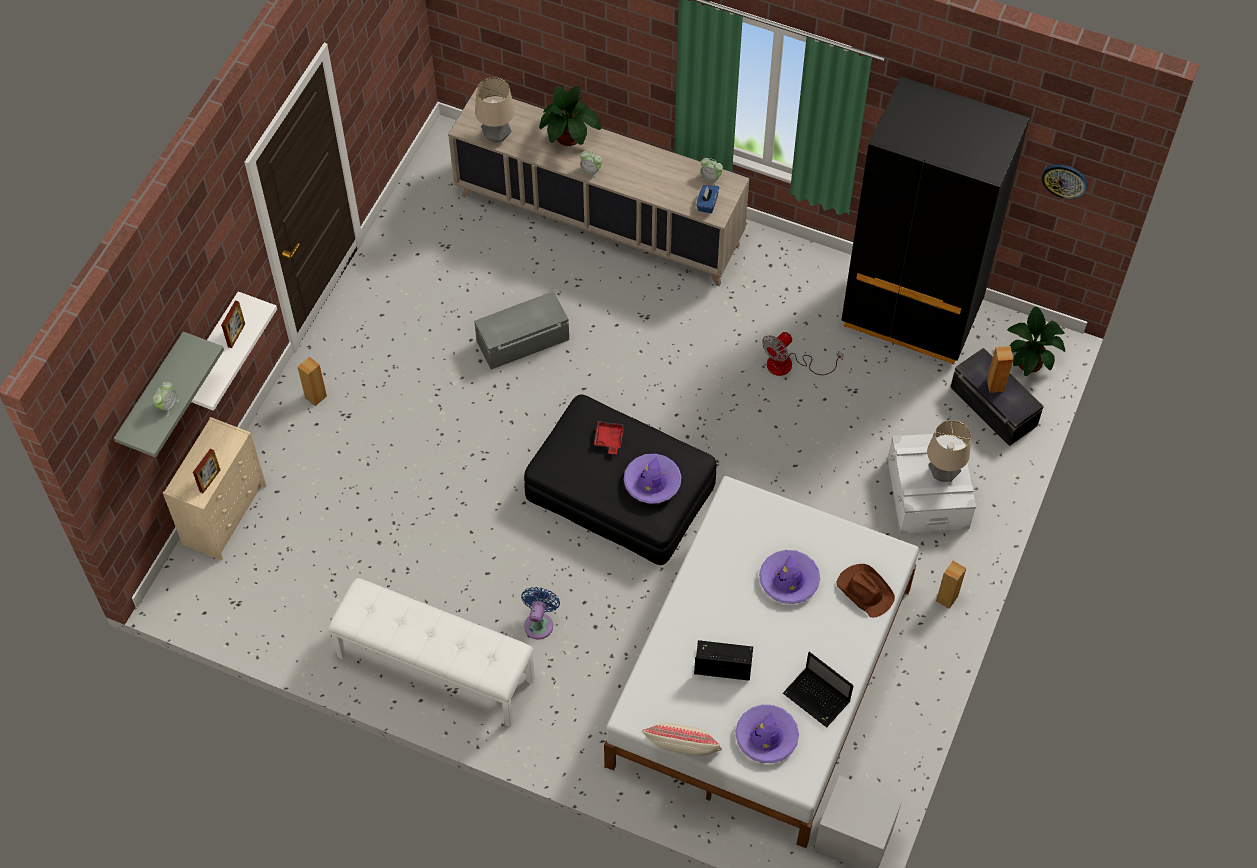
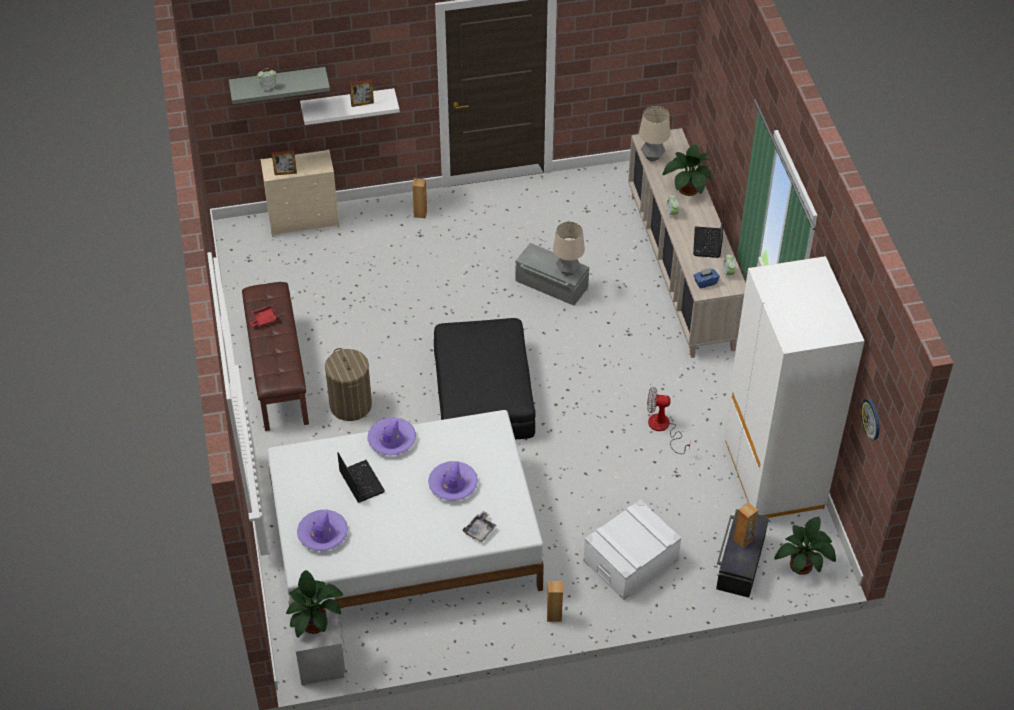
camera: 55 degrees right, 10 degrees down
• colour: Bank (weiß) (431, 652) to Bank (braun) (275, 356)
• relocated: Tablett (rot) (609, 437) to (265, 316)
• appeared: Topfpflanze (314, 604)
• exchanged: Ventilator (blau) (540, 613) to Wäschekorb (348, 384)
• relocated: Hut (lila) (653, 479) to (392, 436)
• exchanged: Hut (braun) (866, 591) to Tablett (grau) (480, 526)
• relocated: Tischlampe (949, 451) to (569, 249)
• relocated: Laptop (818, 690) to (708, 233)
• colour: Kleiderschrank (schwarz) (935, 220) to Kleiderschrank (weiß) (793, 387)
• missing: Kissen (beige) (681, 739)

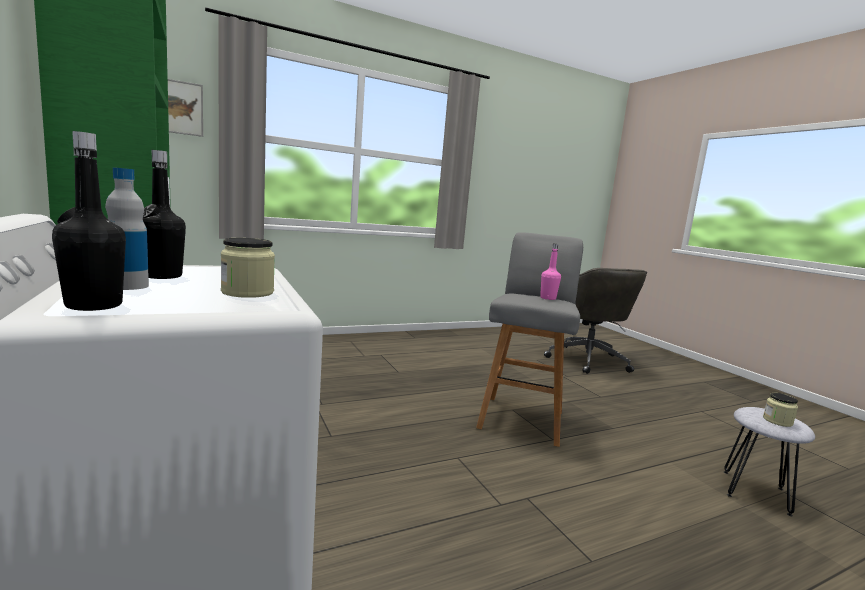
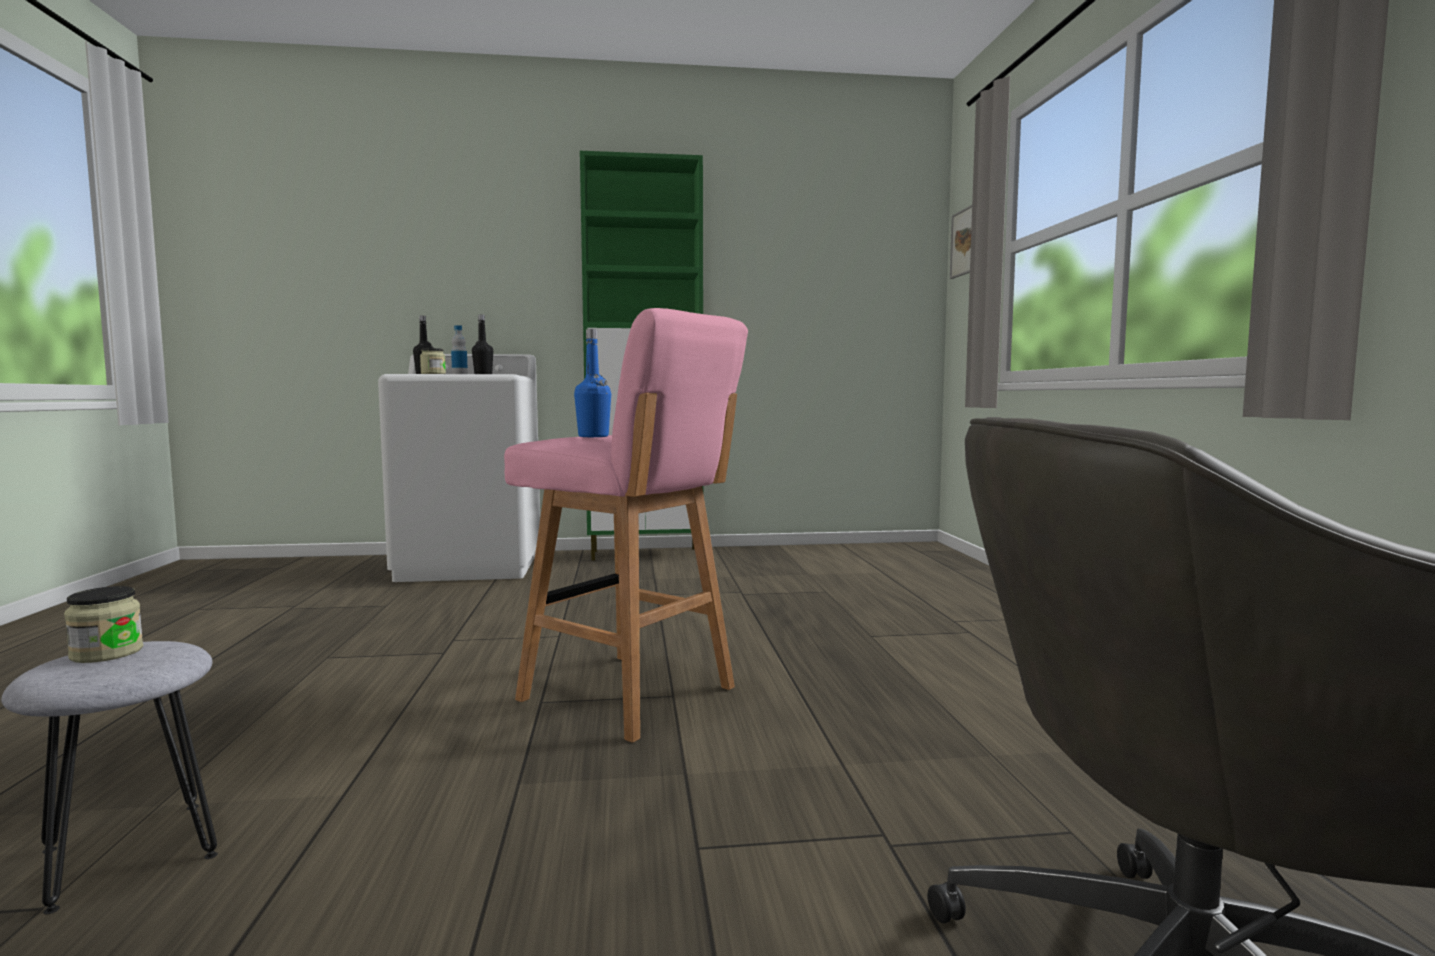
camera: 110 degrees right, 5 degrees down
• colour: Hocker (grau) (529, 340) to Hocker (rosa) (626, 525)
• colour: Flasche (rosa) (550, 272) to Flasche (blau) (592, 383)

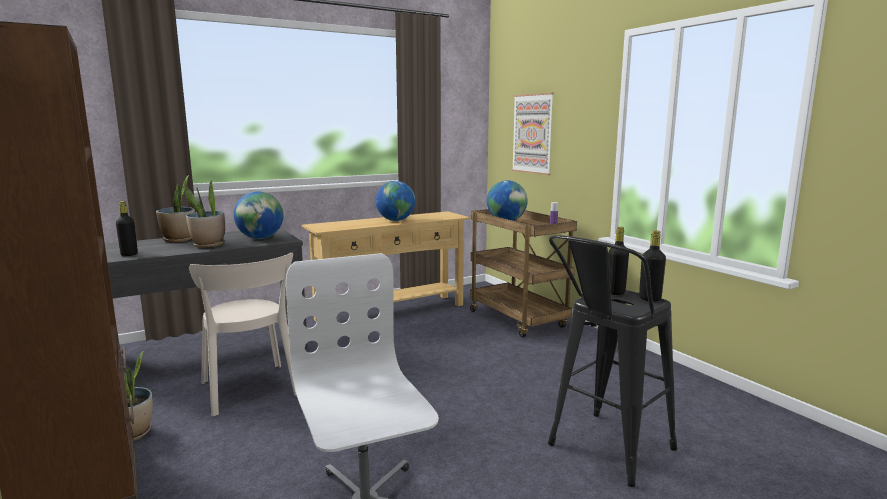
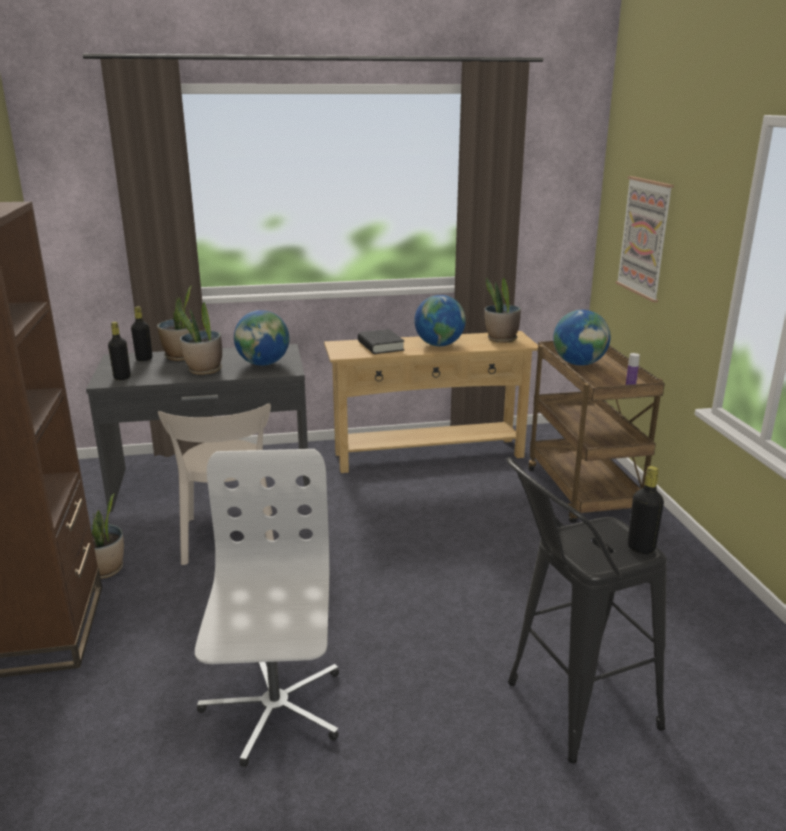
camera: 20 degrees right, 10 degrees up
• relocated: Flasche (schwarz) (618, 261) to (141, 333)
• appeared: Buch (schwarz) (381, 341)
• appeared: Topfpflanze (503, 310)

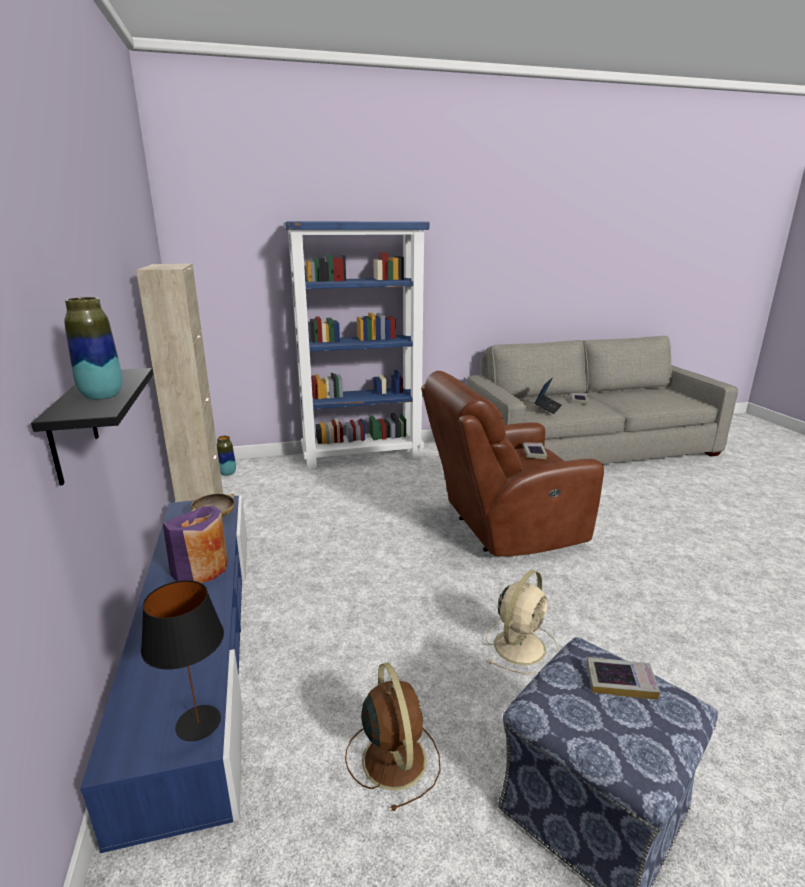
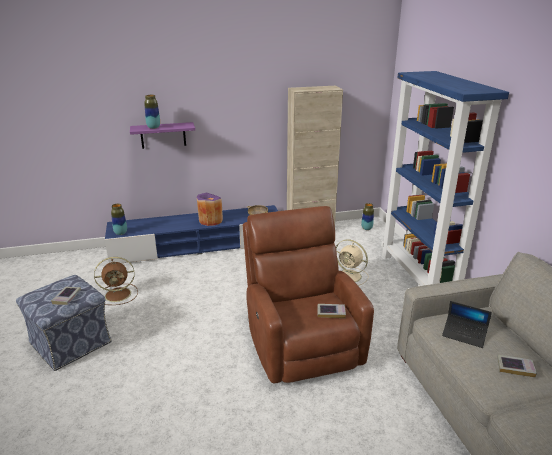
camera: 90 degrees right, 5 degrees up
• exchanged: Tischlampe (schwarz) (182, 660) to Vase (119, 219)
• colour: Wandregal (schwarz) (92, 426) to Wandregal (lila) (162, 135)
• relocated: Ventilator (beige) (522, 622) to (352, 262)

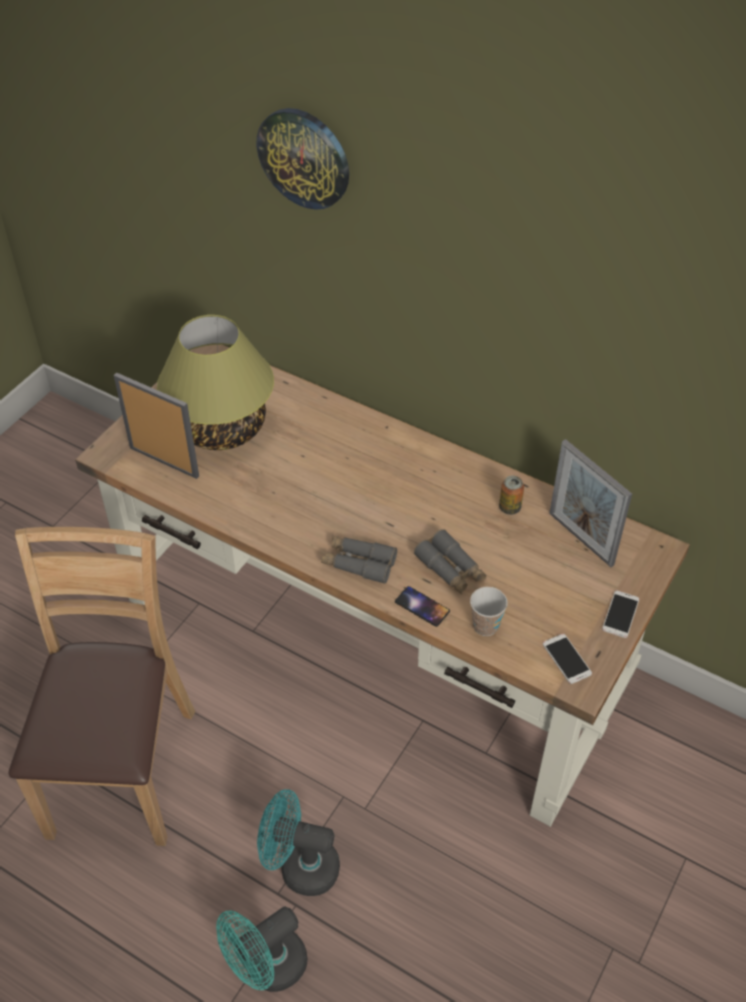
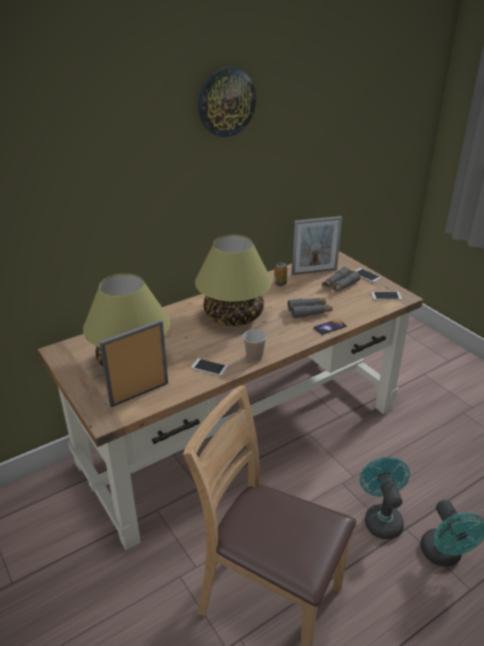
camera: 65 degrees left, 15 degrees down
• appeared: Handy (209, 367)
• appeared: Tischlampe (233, 280)
• relocated: Wanduhr (303, 159) to (227, 102)
• relocated: Tasse (488, 611) to (255, 345)
• relocated: Fernglas (grau) (359, 560) to (341, 279)
• spun: Ventilator (türkis) (298, 842) = (385, 498) 135 degrees clockwise

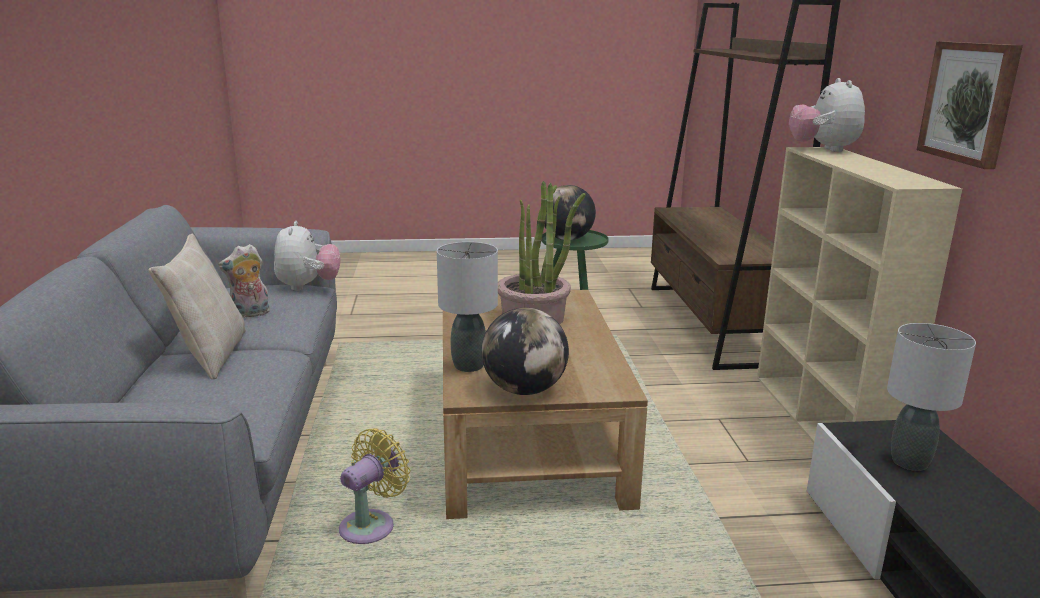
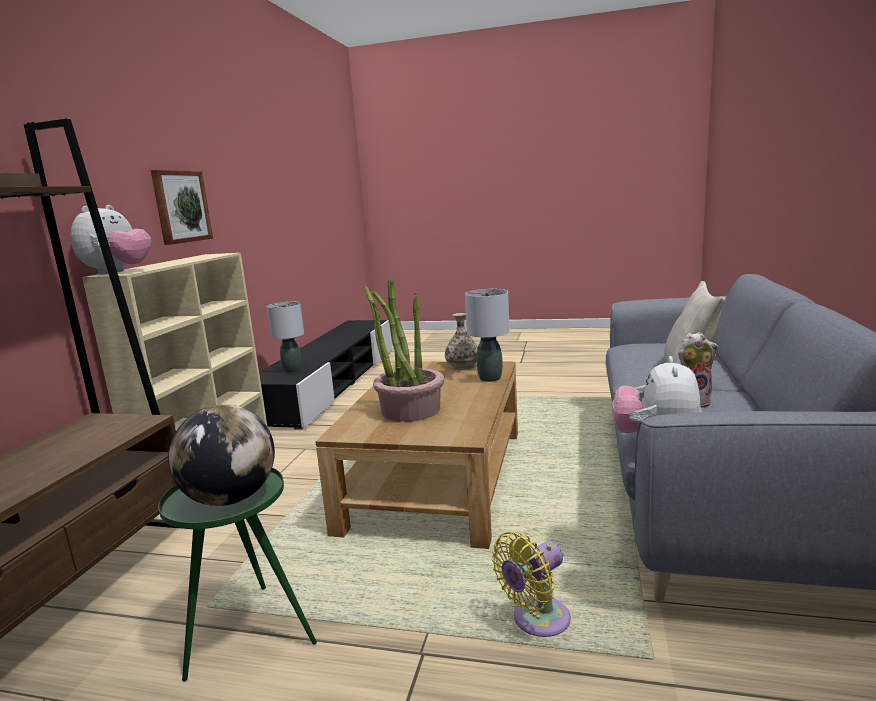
camera: 160 degrees left, 5 degrees down
• exchanged: Globus (525, 351) to Vase (461, 341)
• relocated: Ventilator (gelb) (374, 486) to (531, 584)

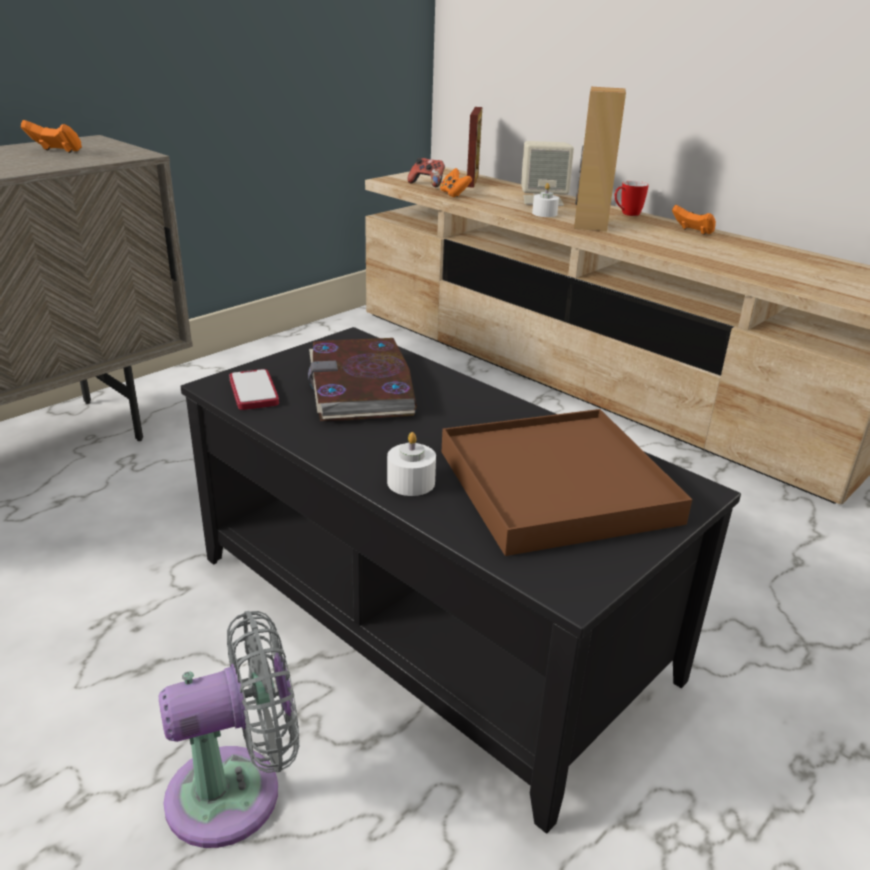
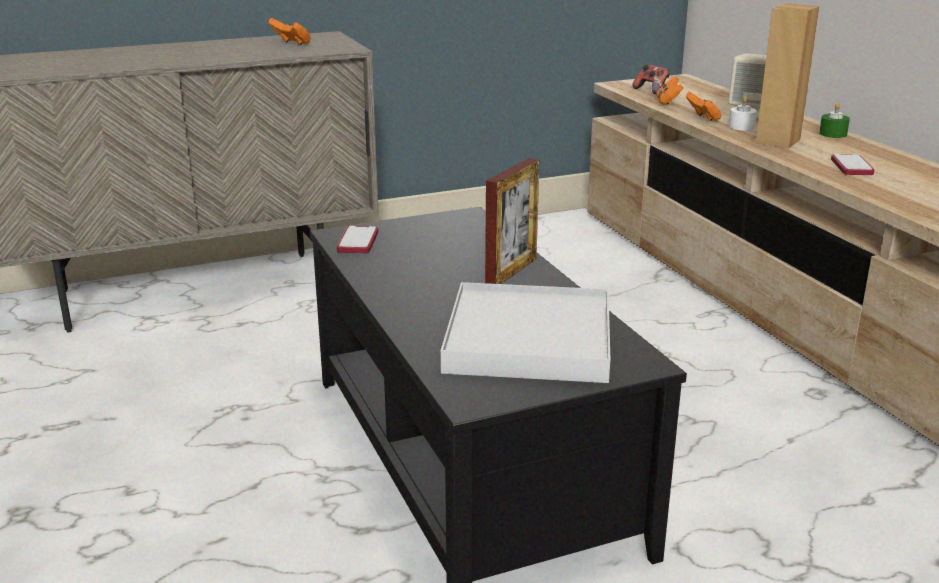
camera: 25 degrees right, 5 degrees down
• colour: Tablett (braun) (567, 482) to Tablett (weiß) (525, 332)
• relocated: Bilderrahmen (474, 147) to (512, 221)
• relocated: Gamepad (orange) (694, 220) to (704, 106)
• exchanged: Henkelbecher (632, 198) to Kerze (grün) (834, 120)
• appeared: Handy (852, 164)
• missing: Ventilator (grau) (229, 729)
• missing: Buch (362, 379)
• missing: Kerze (weiß) (411, 464)

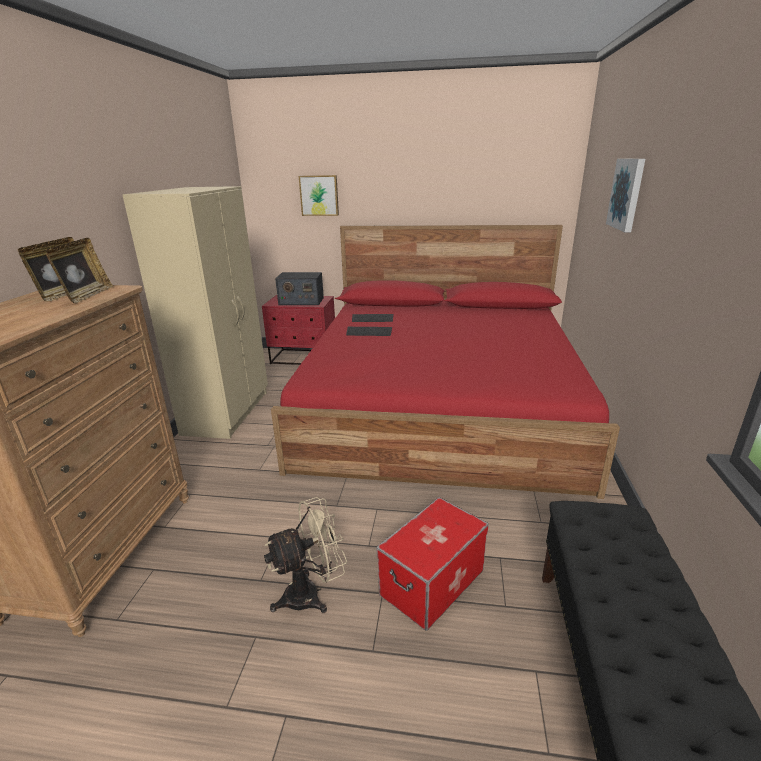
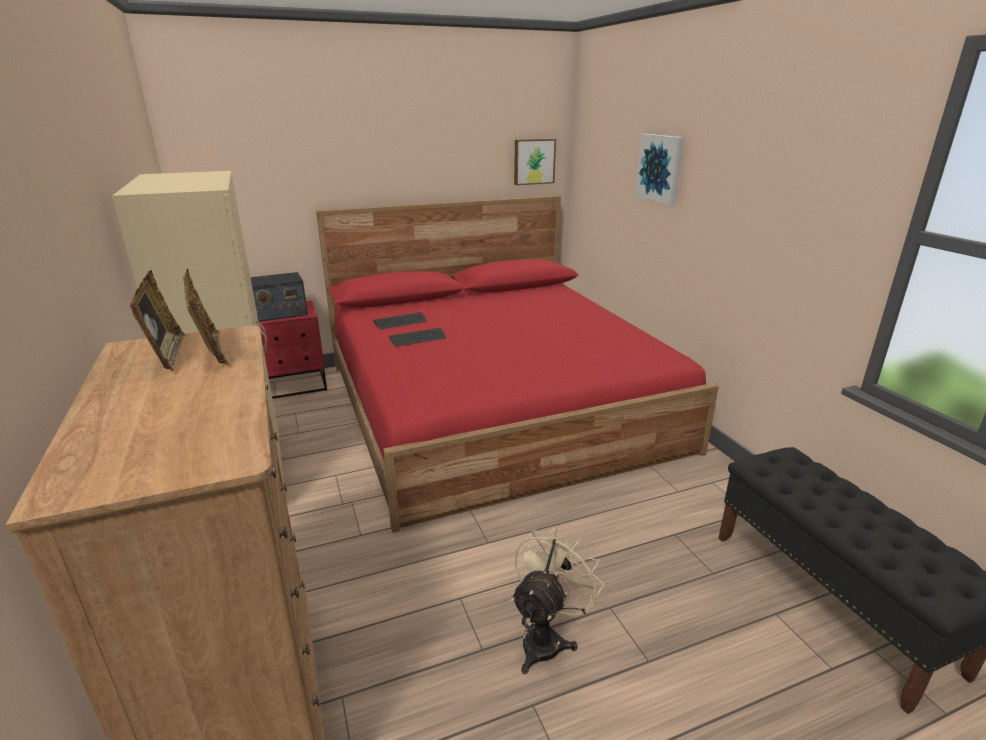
camera: 30 degrees left, 0 degrees up
• relocated: Bild (319, 195) to (535, 162)
• missing: Aufbewahrungsbox (433, 564)

